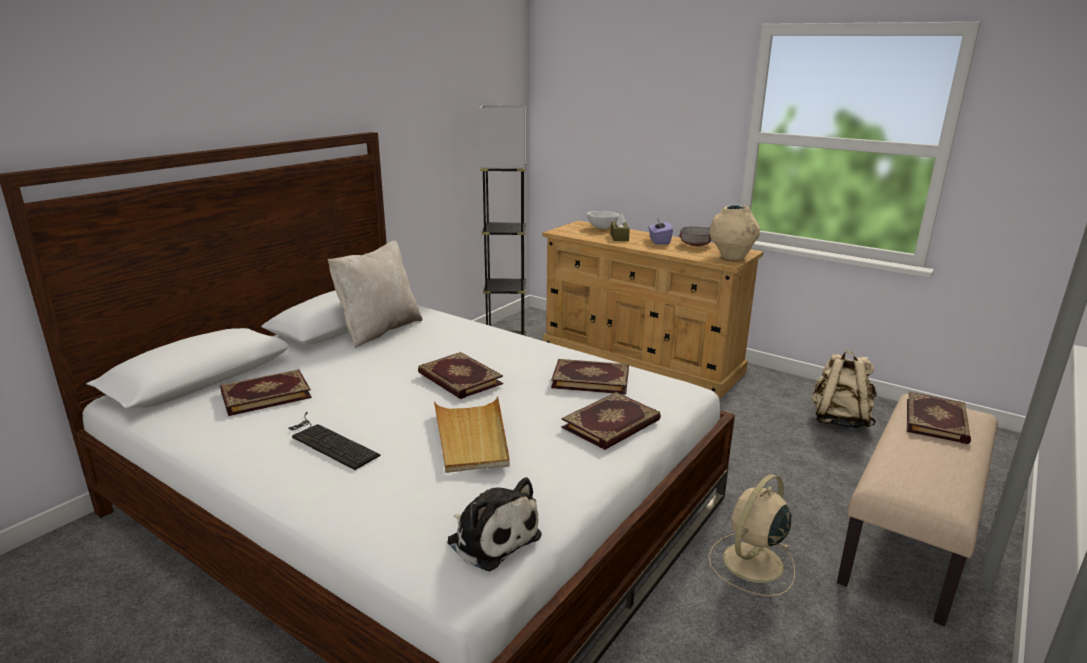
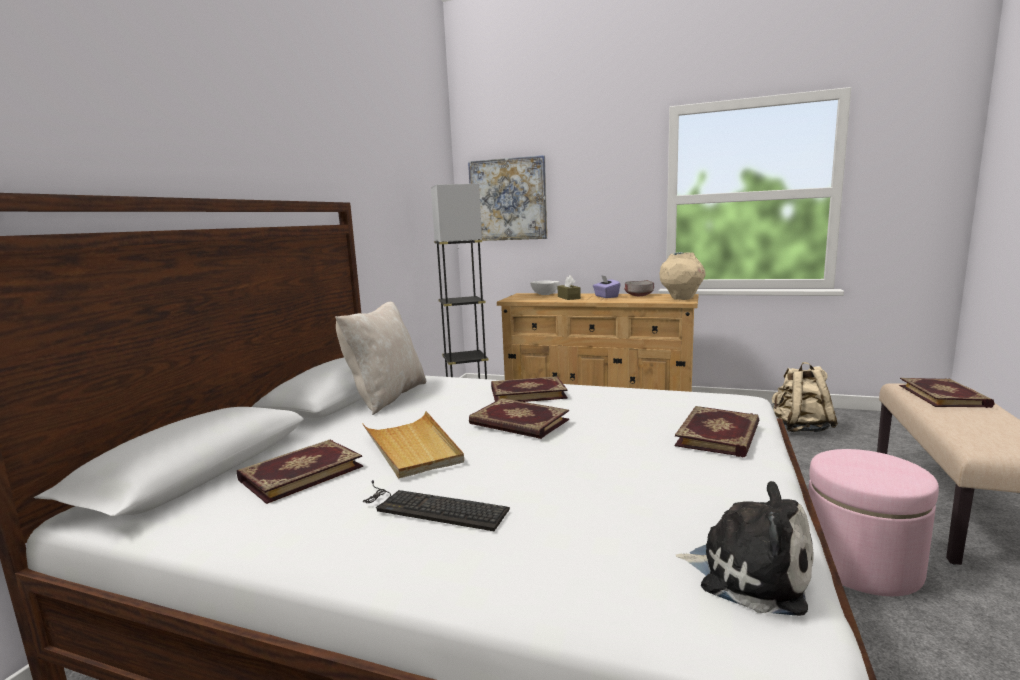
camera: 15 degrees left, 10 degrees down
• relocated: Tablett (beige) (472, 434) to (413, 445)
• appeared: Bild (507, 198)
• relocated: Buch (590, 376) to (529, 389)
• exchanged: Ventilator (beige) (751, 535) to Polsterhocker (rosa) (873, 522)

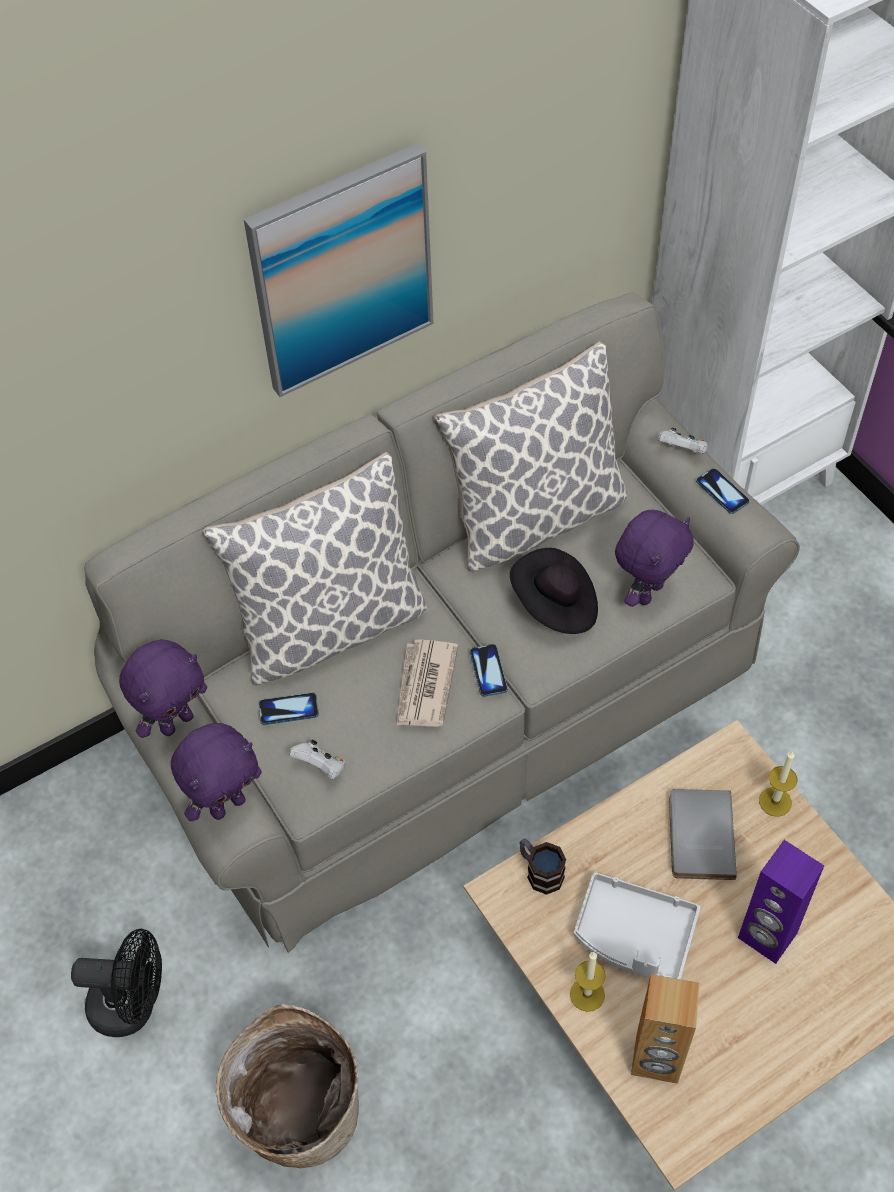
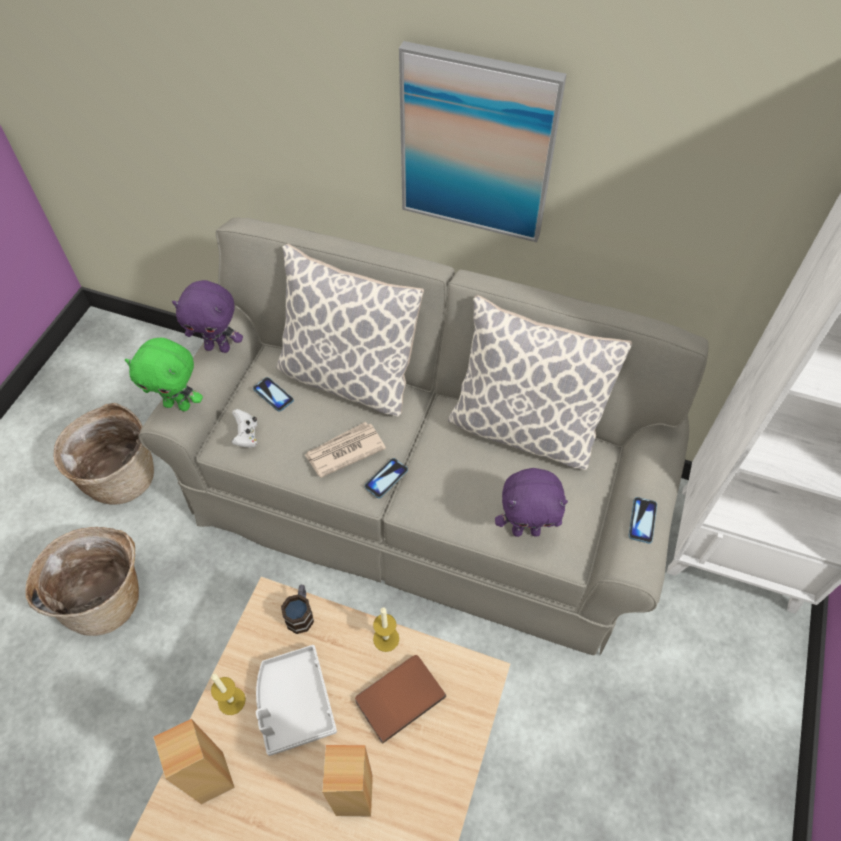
camera: 50 degrees right, 0 degrees up
• exchanged: Ventilator (schwarz) (116, 983) to Korb (104, 453)
• colour: Plüschtier (lila) (216, 772) to Plüschtier (grün) (164, 374)
• colour: Lautsprecher (lila) (781, 902) to Lautsprecher (braun) (347, 780)
• colour: Buch (grau) (703, 834) to Buch (braun) (400, 699)
• relocated: Kerze (778, 784) to (386, 629)
• missing: Hut (schwarz) (554, 591)
• missing: Gamepad (weiß) (683, 441)

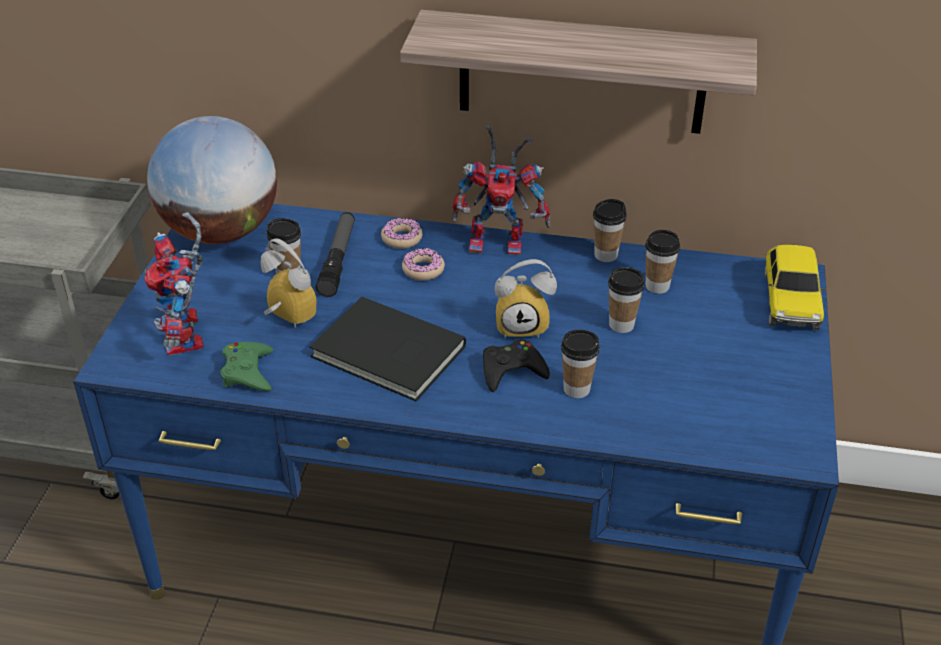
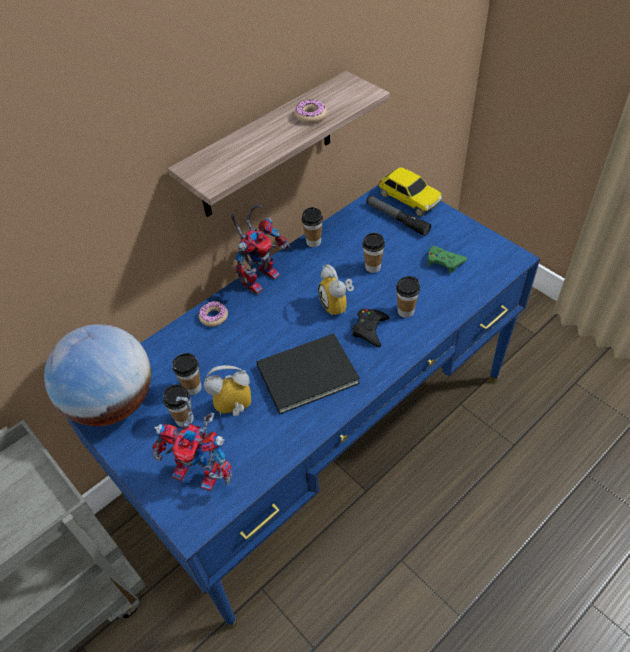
camera: 50 degrees left, 10 degrees up
• relocated: Tasse (662, 262) to (178, 405)
• relocated: Donut (423, 264) to (311, 111)
• spun: Wecker (526, 299) = (336, 289) 120 degrees clockwise
• relocated: Taschenlampe (335, 254) to (398, 216)
• relocated: Gamepad (grün) (246, 366) to (447, 260)

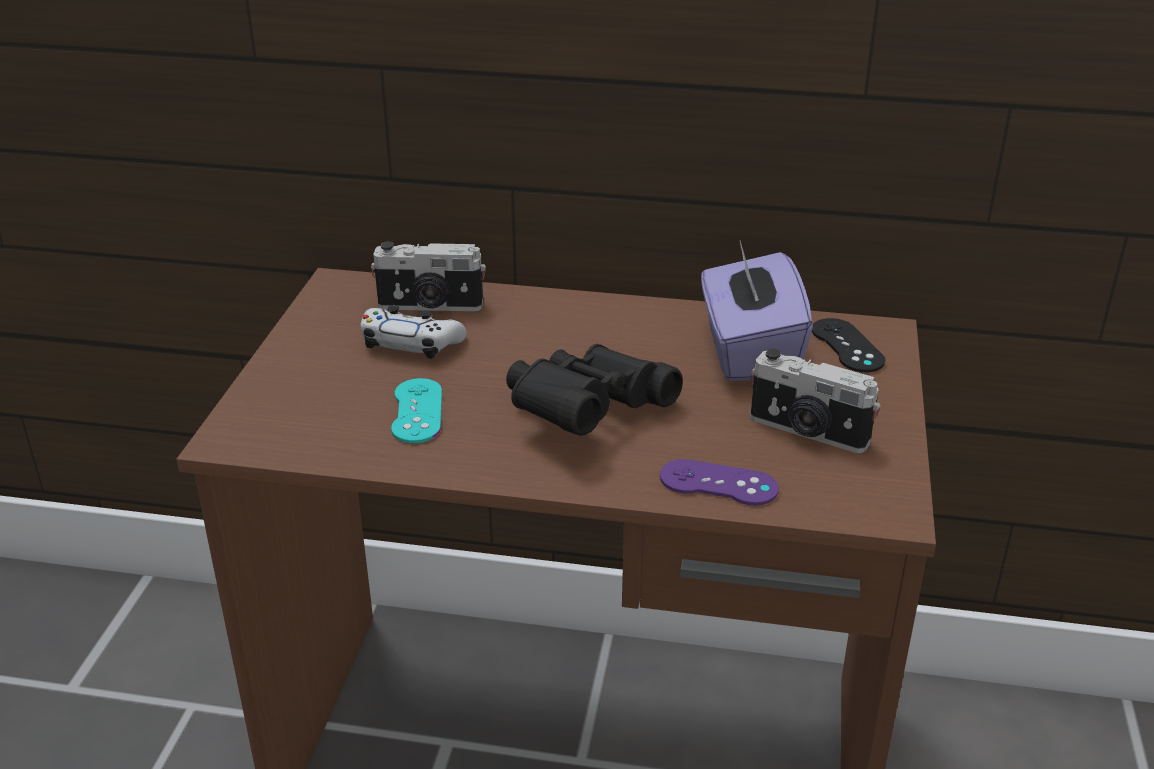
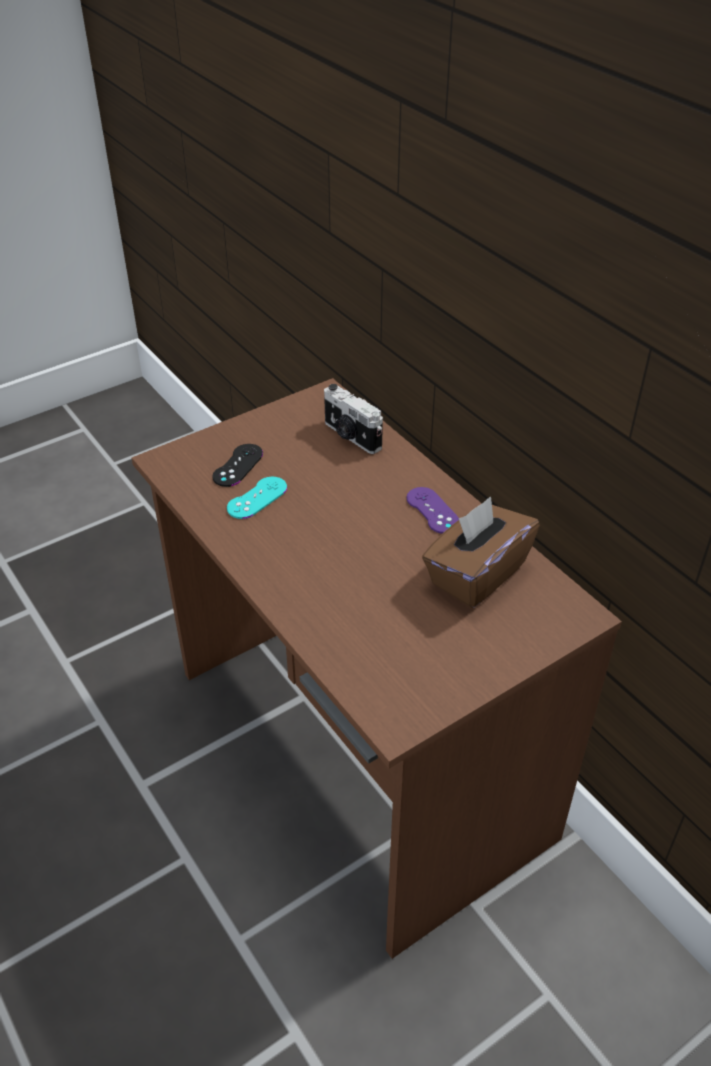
camera: 45 degrees right, 10 degrees up
• relocated: Gamepad (schwarz) (849, 345) to (237, 465)
• relocated: Gamepad (lila) (719, 482) to (433, 510)
• colour: Taschentuchbox (lila) (757, 311) to Taschentuchbox (braun) (481, 552)
• missing: Gamepad (weiß) (413, 332)
• missing: Fernglas (schwarz) (594, 390)
• missing: Kamera (815, 401)

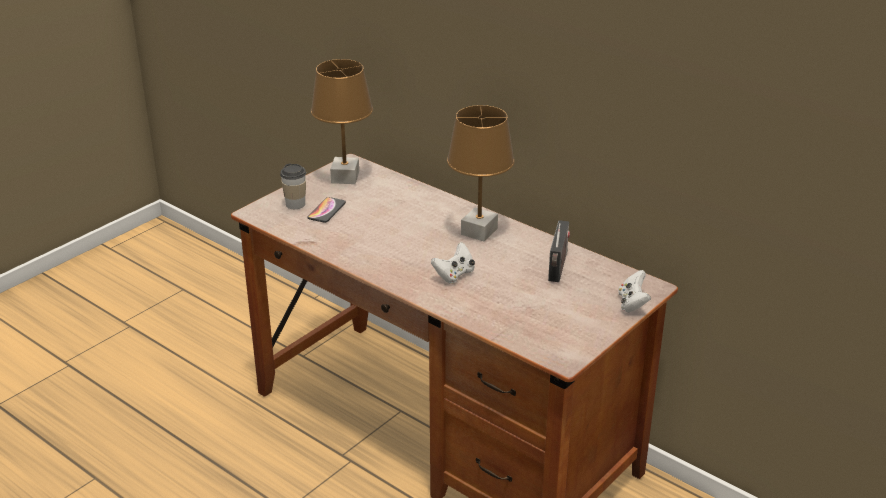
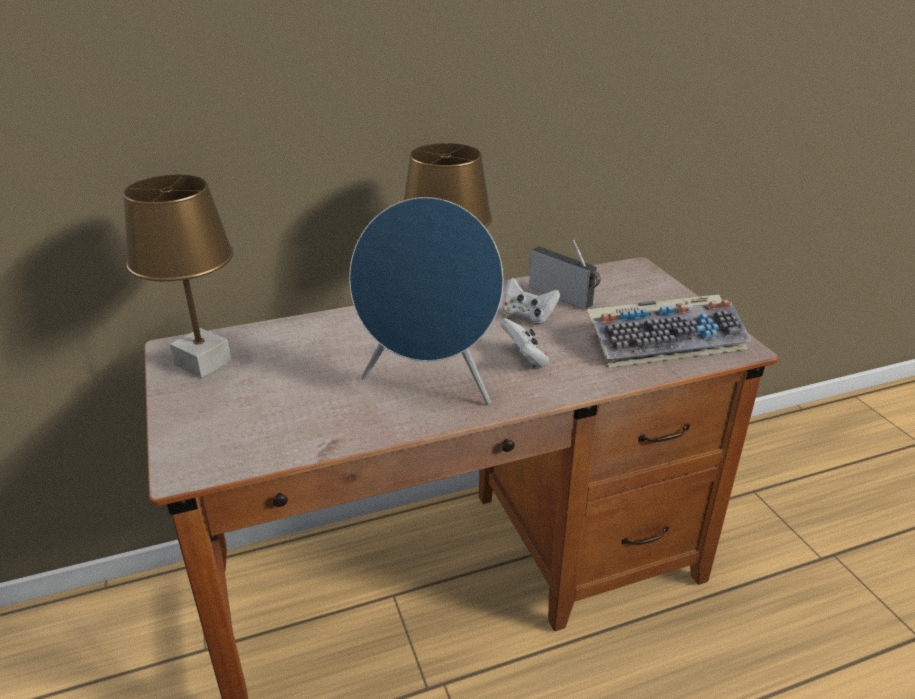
camera: 60 degrees left, 0 degrees up
• appeared: Lautsprecher (blau) (426, 301)
• relocated: Gamepad (weiß) (634, 291) to (531, 301)
• appeared: Tastatur (669, 331)
• missing: Tasse (293, 186)
• missing: Handy (326, 210)

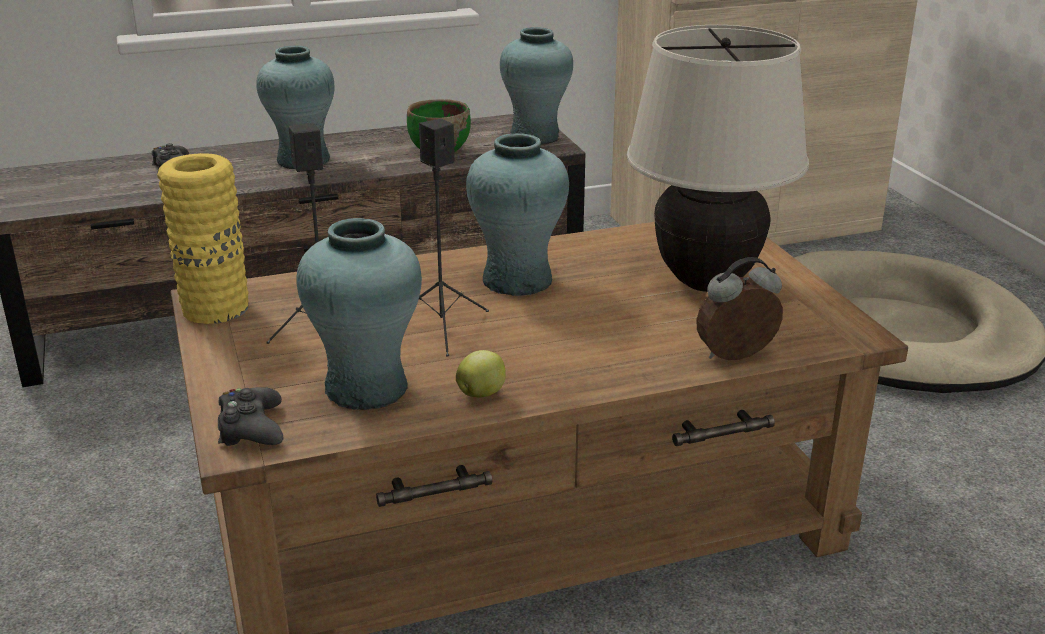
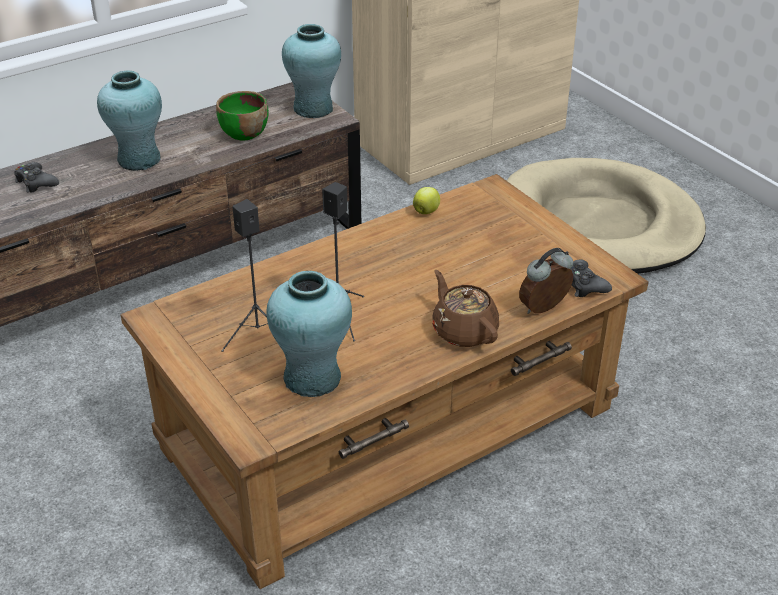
camera: 15 degrees left, 10 degrees up
• relocated: Apfel (481, 373) to (426, 200)
• appeared: Teekanne (braun) (465, 308)
• relocated: Gamepad (schwarz) (250, 416) to (591, 278)
• missing: Vase (gelb) (203, 238)
• missing: Vase (türkis) (517, 214)
• missing: Tischlampe (beige) (718, 158)

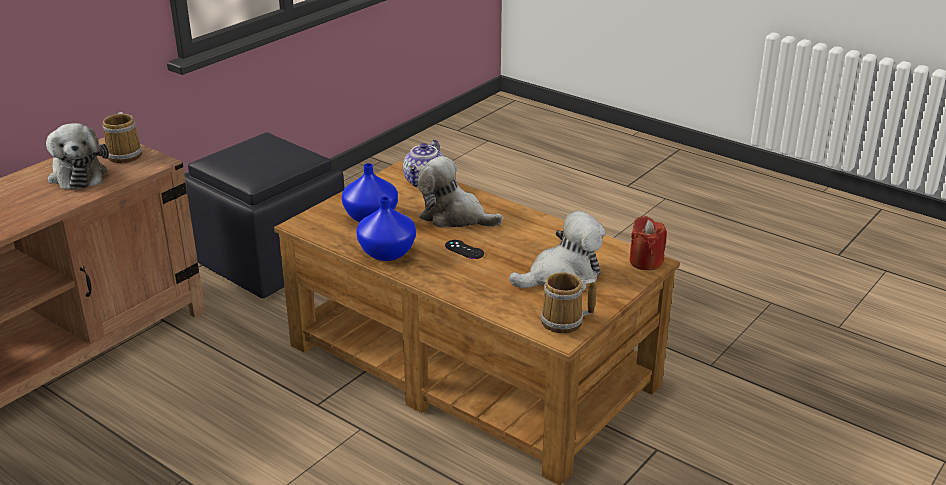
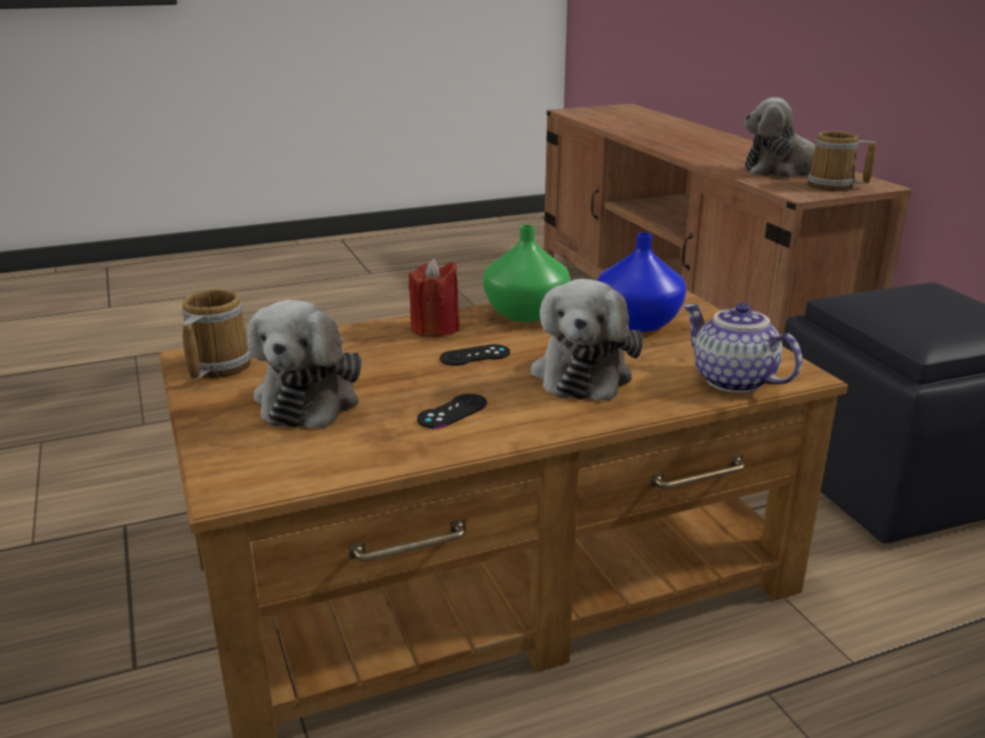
camera: 120 degrees right, 5 degrees down
• relocated: Kerze (rot) (648, 243) to (434, 297)
• appeared: Gamepad (schwarz) (452, 411)
• colour: Vase (blau) (386, 229) to Vase (grün) (526, 273)
• spun: Plüschtier (460, 192) = (587, 340) 135 degrees clockwise

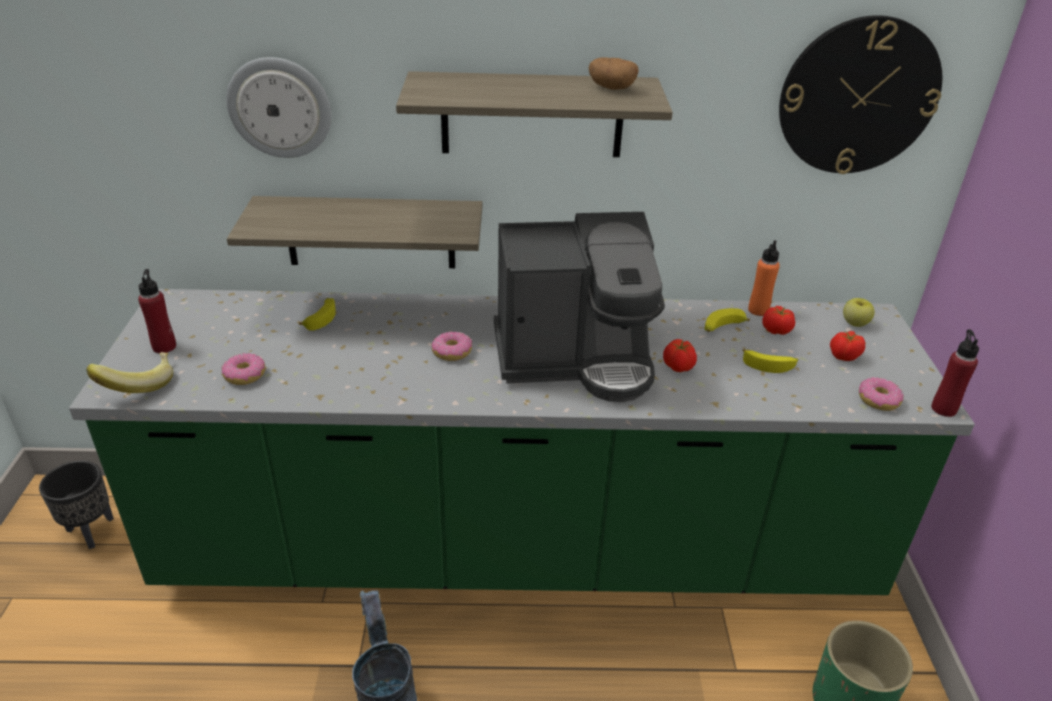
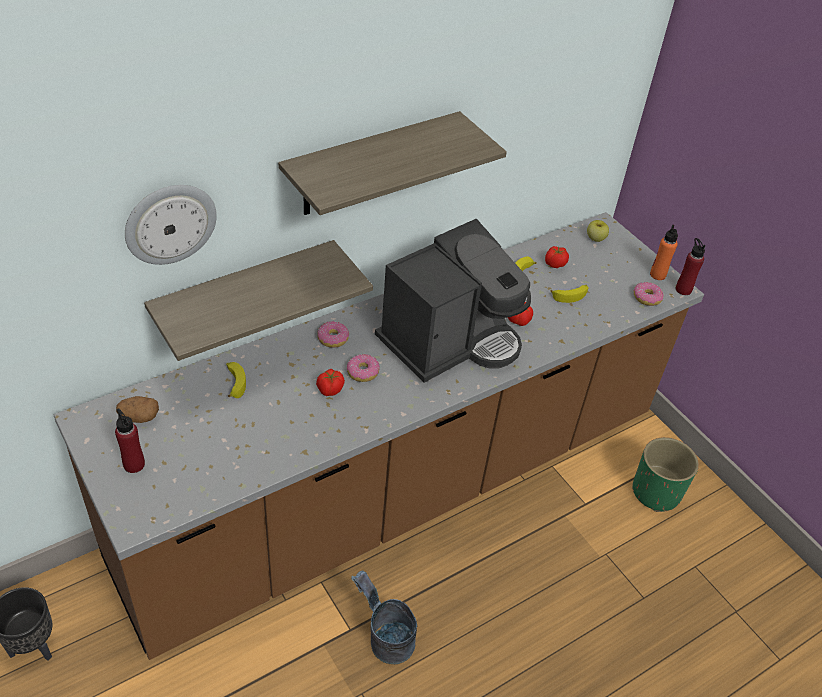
camera: 35 degrees left, 10 degrees up
• colour: Küchenzeile (grün) (522, 442) to Küchenzeile (braun) (379, 436)
• relocated: Kartoffel (613, 73) to (137, 409)
• relocated: Tomate (847, 346) to (330, 382)
• relocated: Donut (243, 369) to (333, 334)
• relocated: Flasche (orange) (764, 278) to (664, 252)
• missing: Banane (129, 372)
• missing: Wanduhr (860, 94)

